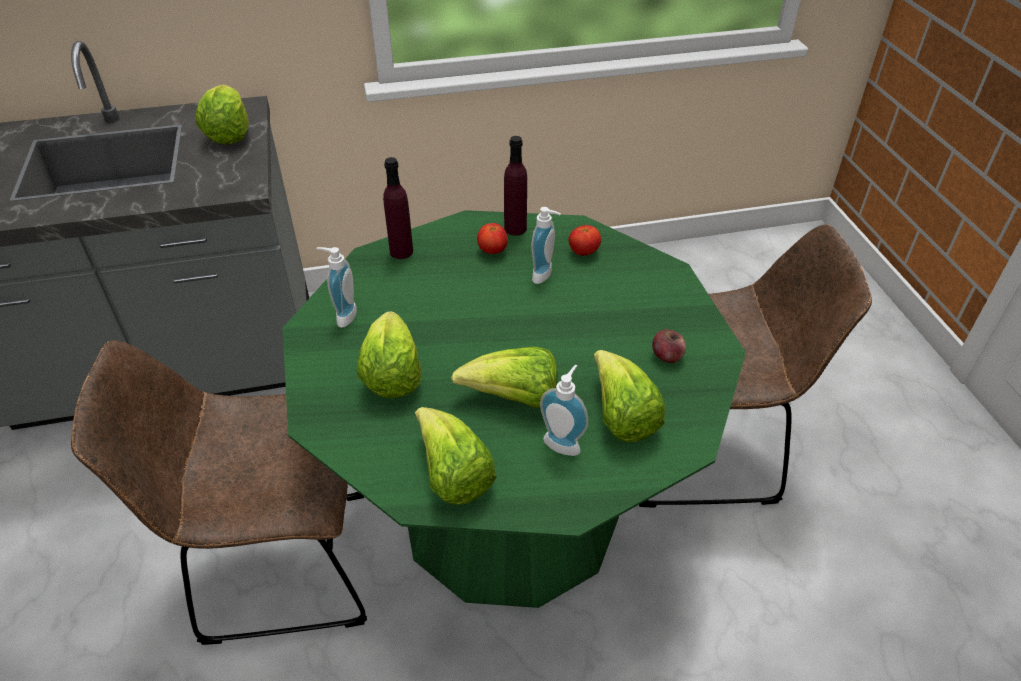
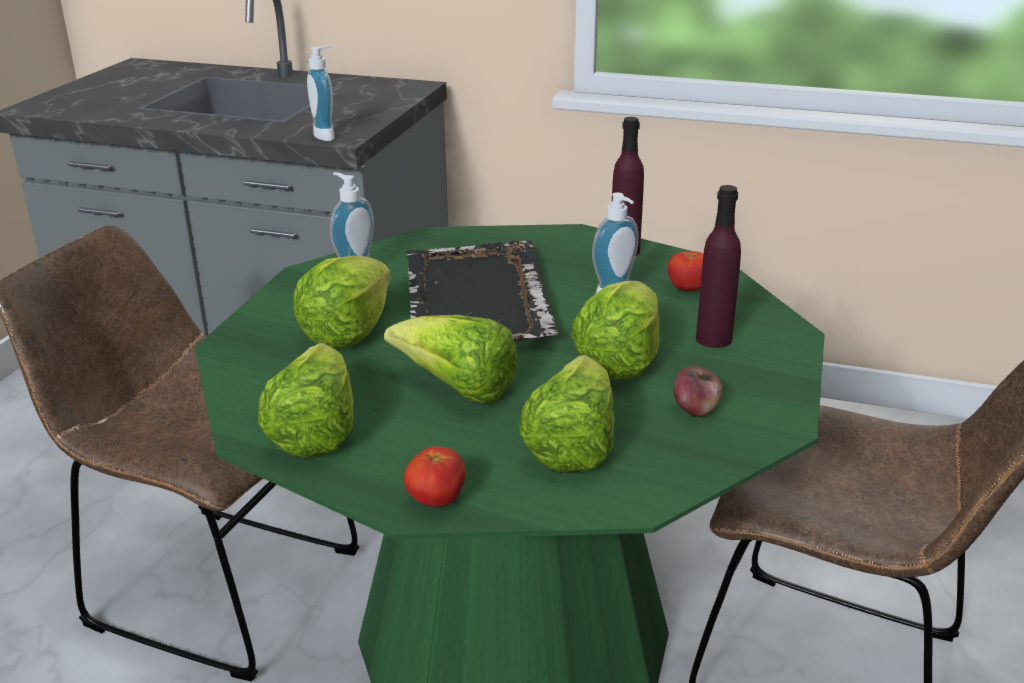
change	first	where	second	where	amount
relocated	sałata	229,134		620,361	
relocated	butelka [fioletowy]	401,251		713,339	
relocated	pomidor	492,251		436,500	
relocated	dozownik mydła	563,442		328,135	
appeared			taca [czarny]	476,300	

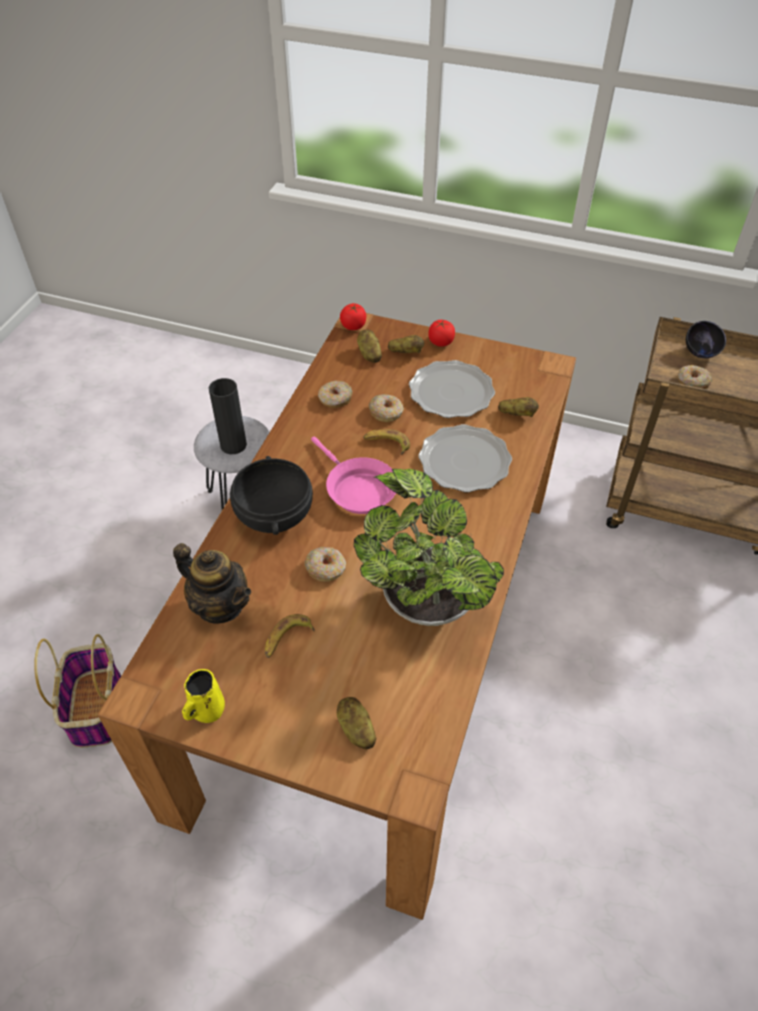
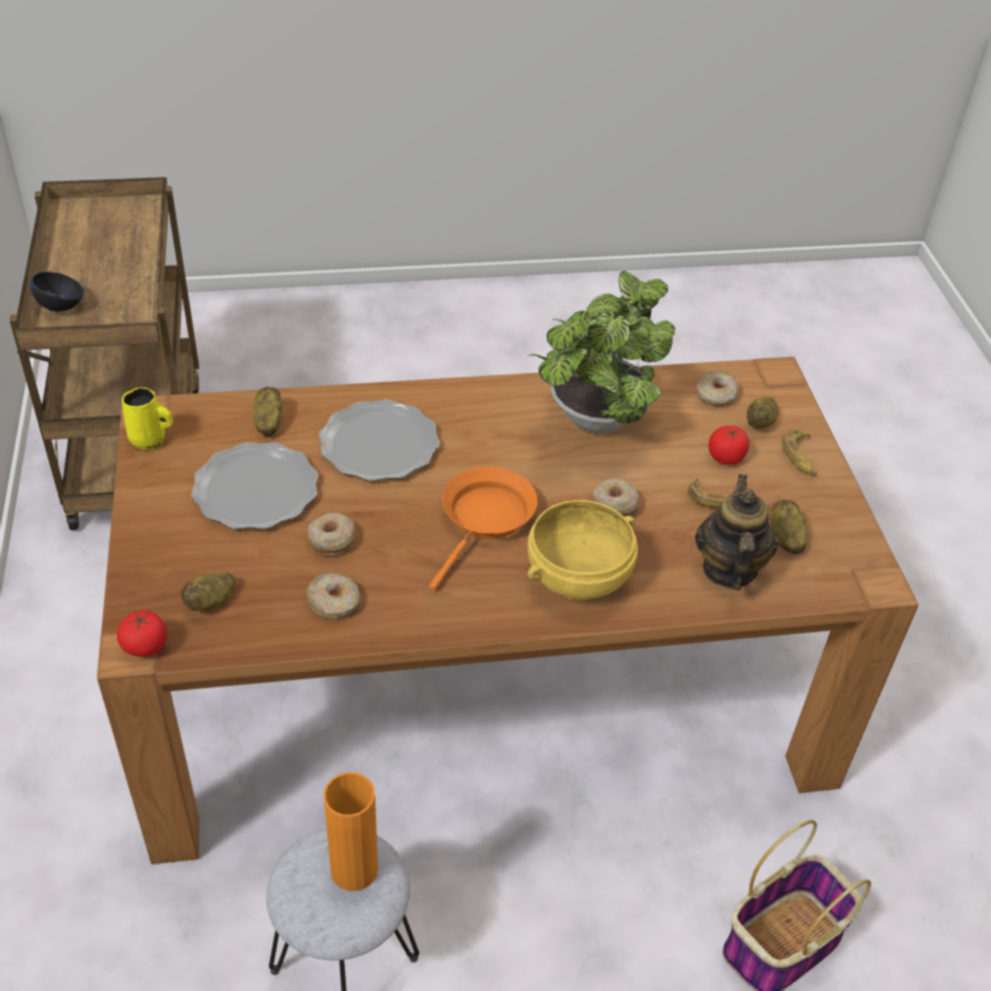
change	first	where	second	where	amount
relocated	kubek [żółty]	206,711		150,440	
colour	wazon [czarny]	233,445	wazon [pomarańczowy]	354,869	
colour	miska [czarny]	273,515	miska [żółty]	579,579	
colour	patelnia [różowy]	357,489	patelnia [pomarańczowy]	485,520	
relocated	banan	386,444		800,458	
relocated	ziemniak	406,352		785,537	
relocated	pomidor	441,342		726,457	
relocated	donut	692,382		716,395	

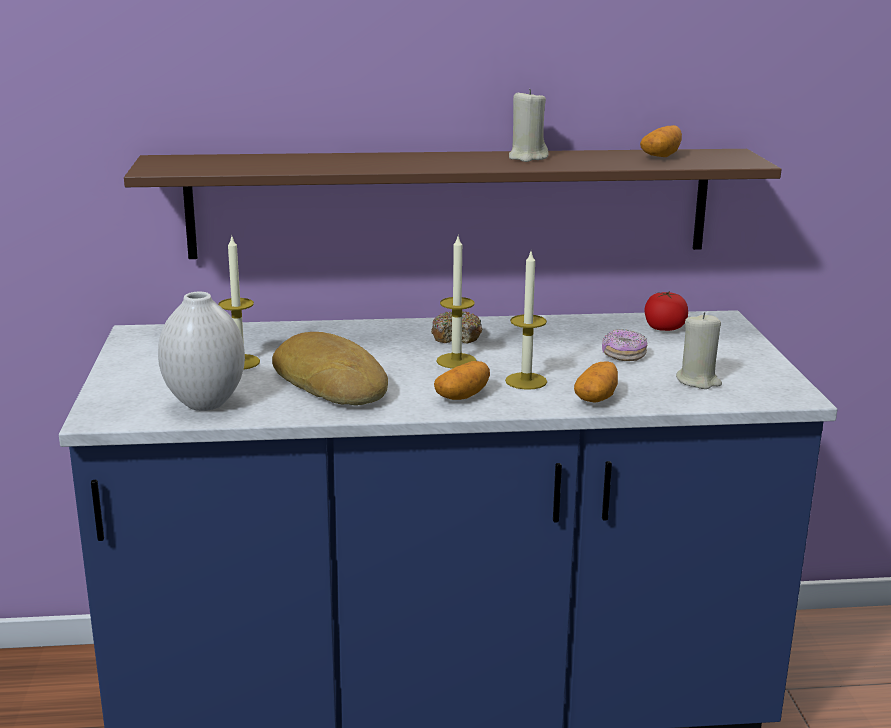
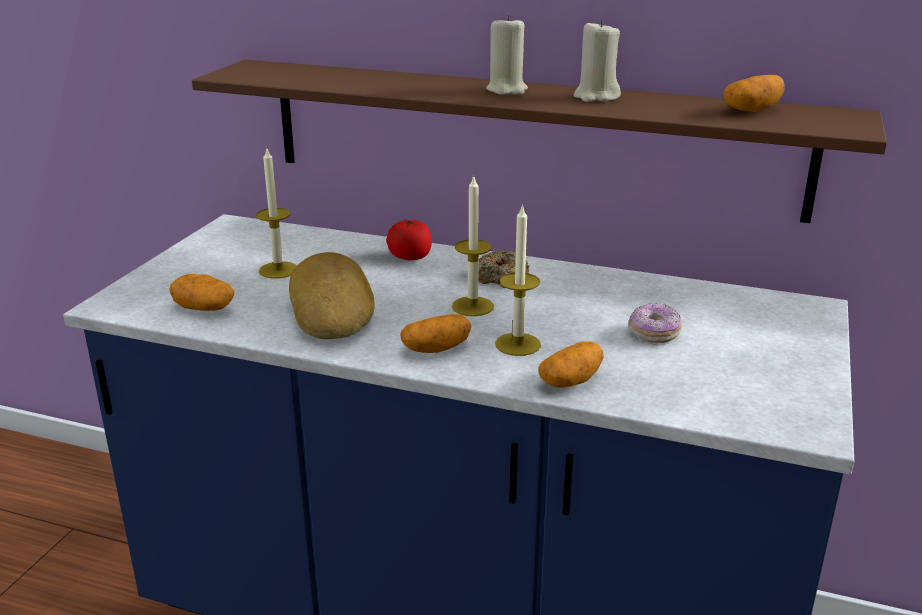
change	first	where	second	where	amount
exchanged	wazon [biały]	206,404	ziemniak	203,308	
relocated	pomidor	664,328		410,257	
relocated	świeca [beżowy]	698,381		507,90	

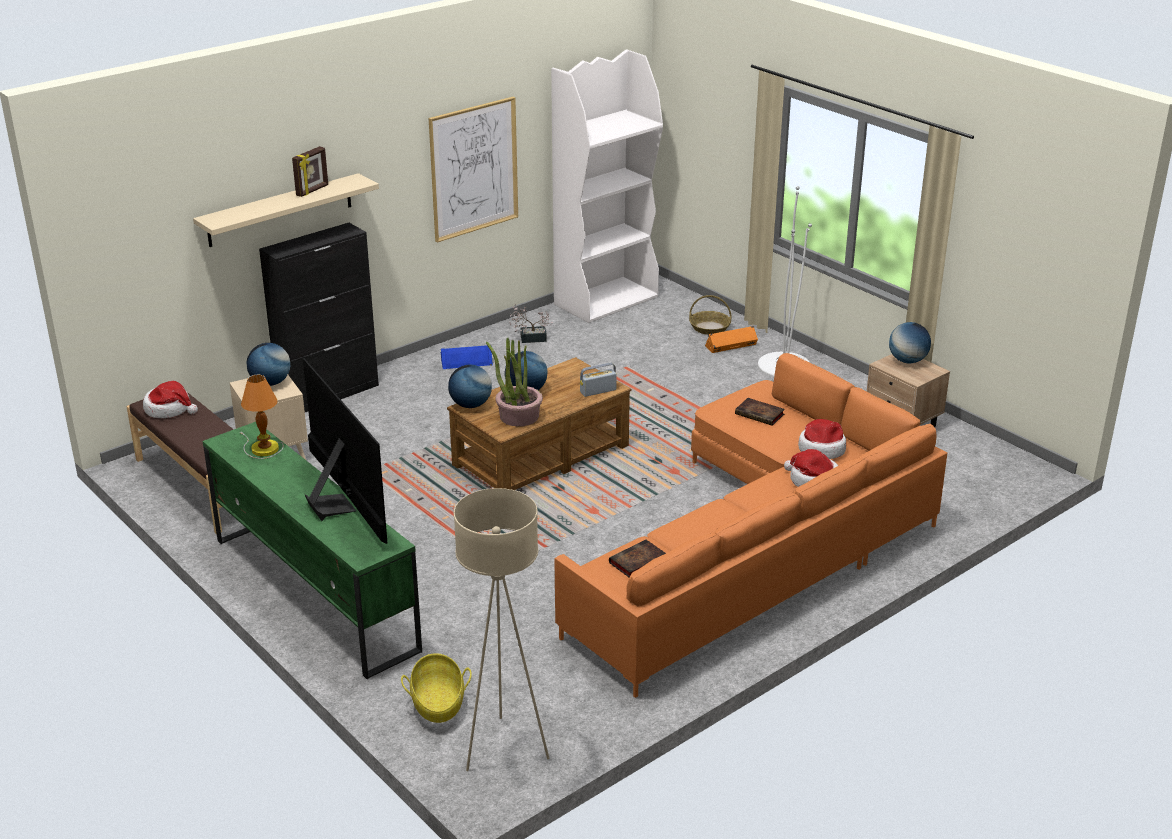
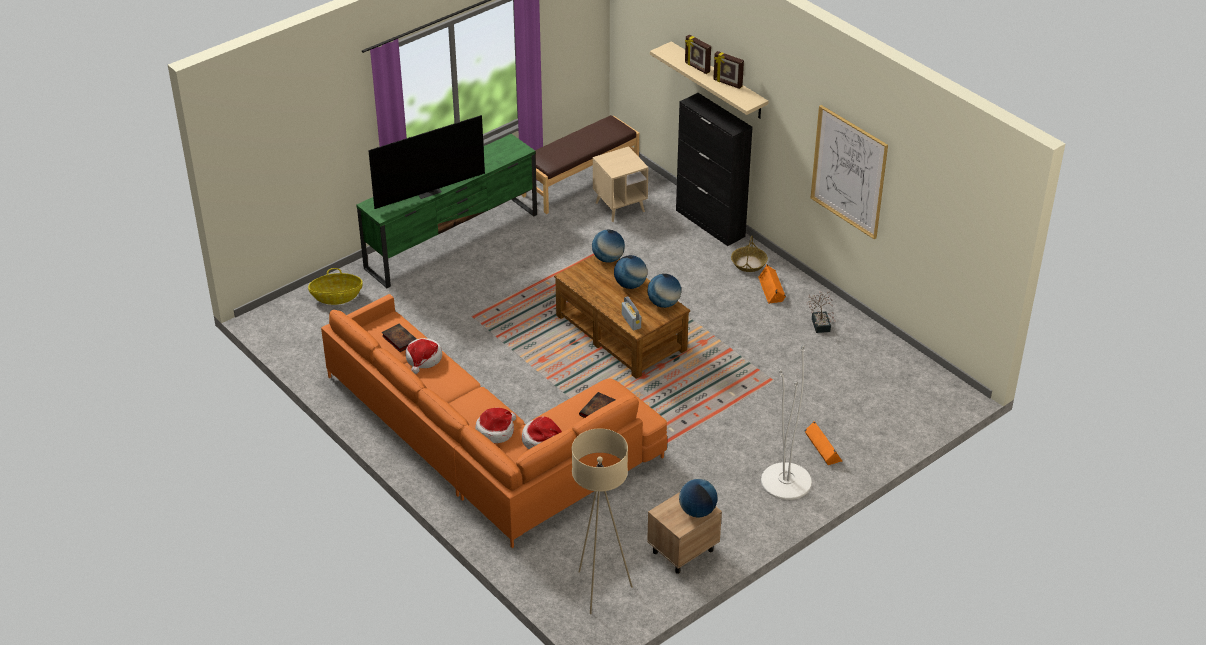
change	first	where	second	where	amount
relocated	kapelusz	169,409		423,359	
missing	lampa stołowa	262,448			
relocated	globus	270,383		664,303	
colour	głośnik [niebieski]	466,362	głośnik [pomarańczowy]	772,289	
relocated	lampa stojąca [beżowy]	504,749		600,590	
missing	roślina doniczkowa	518,416			
missing	regał [biały]	606,300			
relocated	koszyk	710,327		749,263	
appeared			ramka na zdjęcie	696,67	

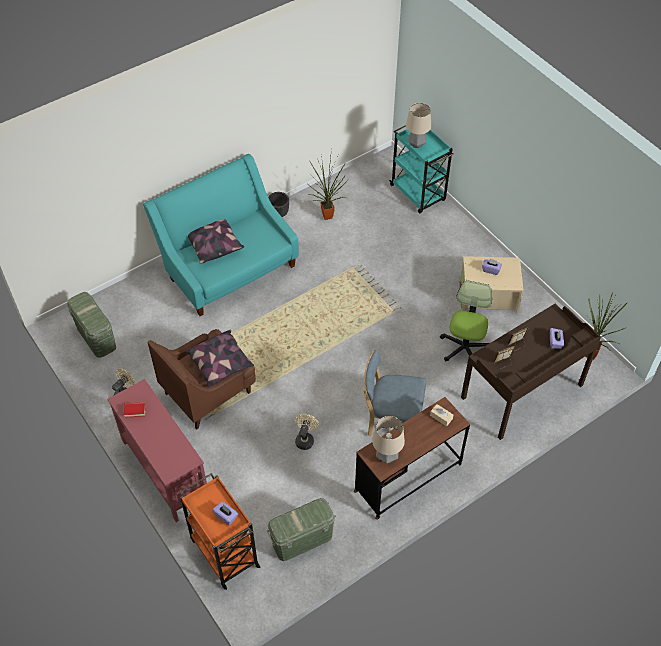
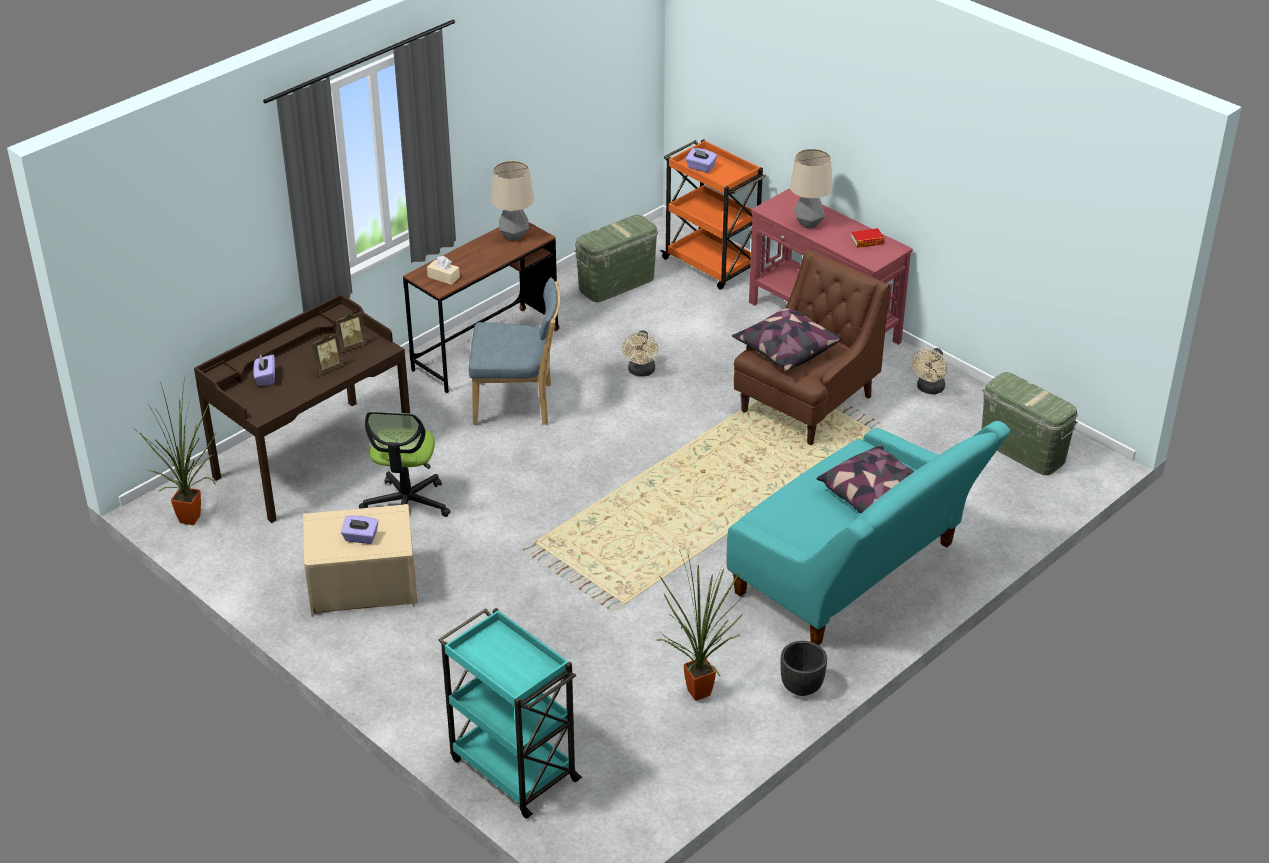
change	first	where	second	where	amount
relocated	lampa stołowa	416,144		809,223	

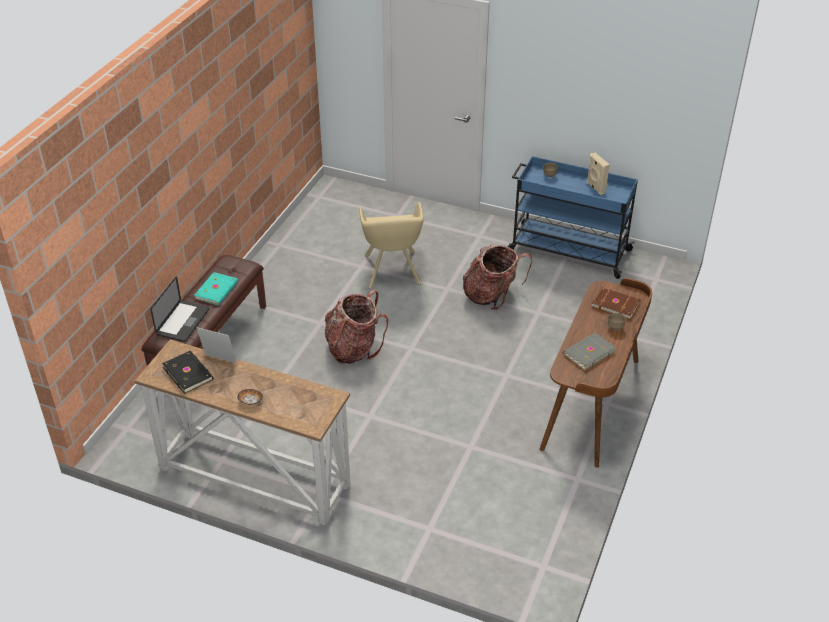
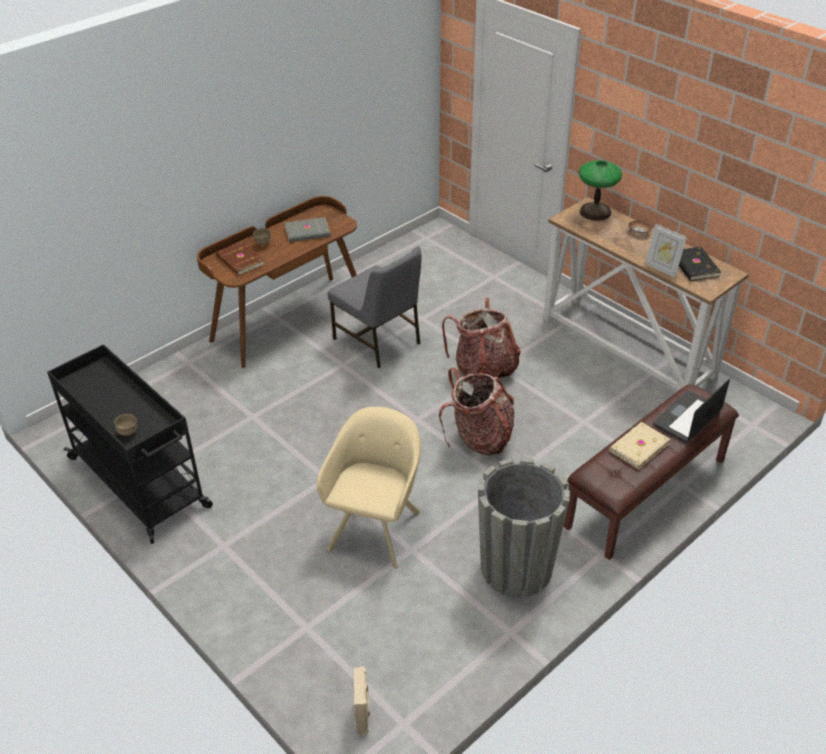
change	first	where	second	where	amount
colour	książka [turkusowy]	217,290	książka [beżowy]	638,447	
relocated	plecak	492,296		483,370	
colour	wózek [niebieski]	567,250	wózek [czarny]	140,483	
relocated	głośnik [beżowy]	595,188		363,716	
appeared			krzesło [szary]	378,341	
appeared			donica [szary]	516,568	
appeared			lampa stołowa	595,212	

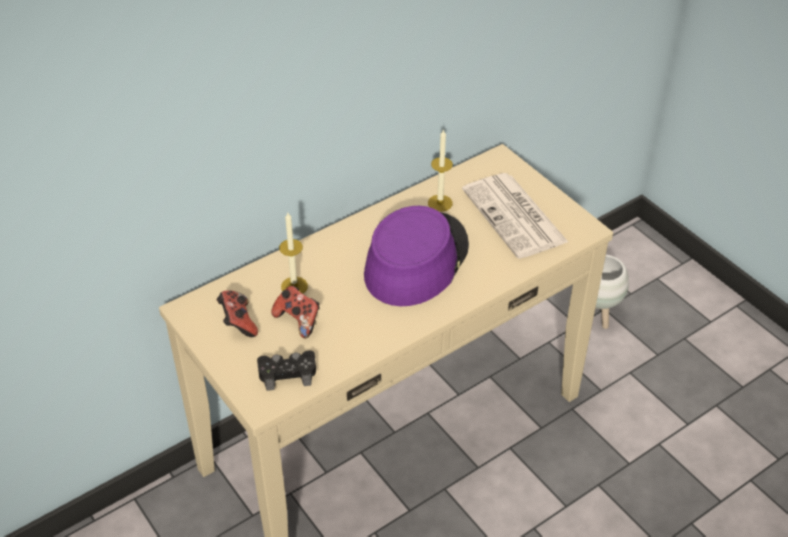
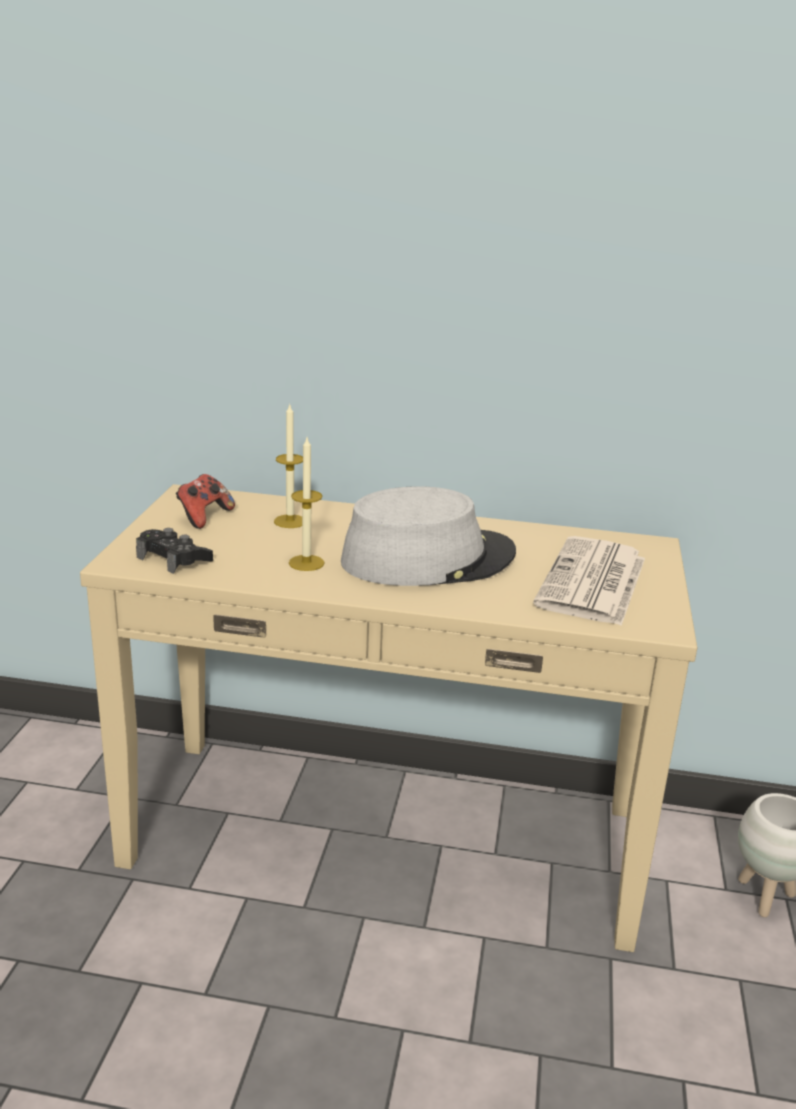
change	first	where	second	where	amount
missing	pad do gier	298,320			
colour	kapelusz [fioletowy]	416,260	kapelusz [szary]	428,558	
relocated	świeca	440,203		306,563	

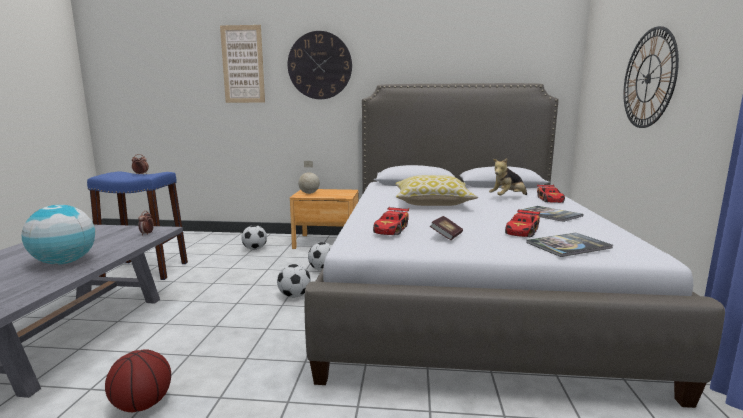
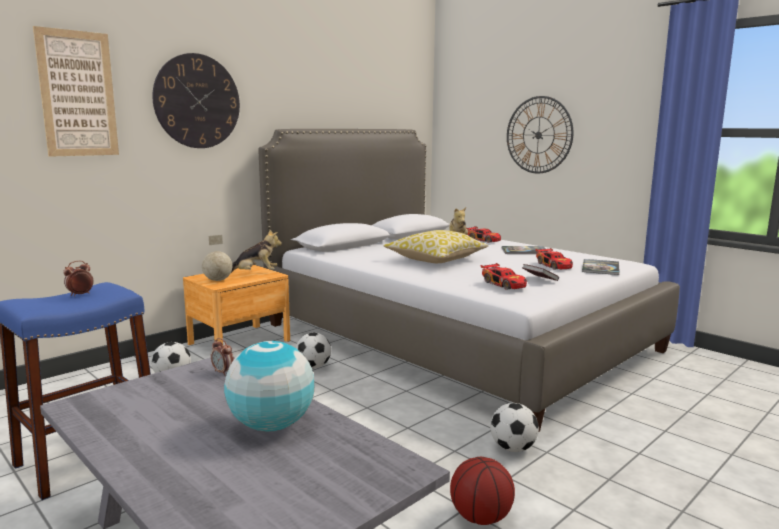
change	first	where	second	where	amount
relocated	piłka futbolowa	294,296		512,448	
appeared			pluszak	255,274	

